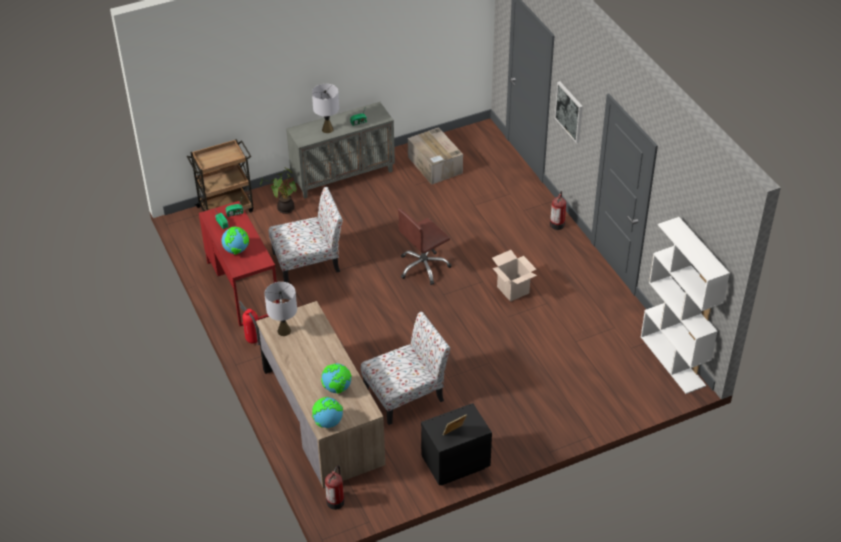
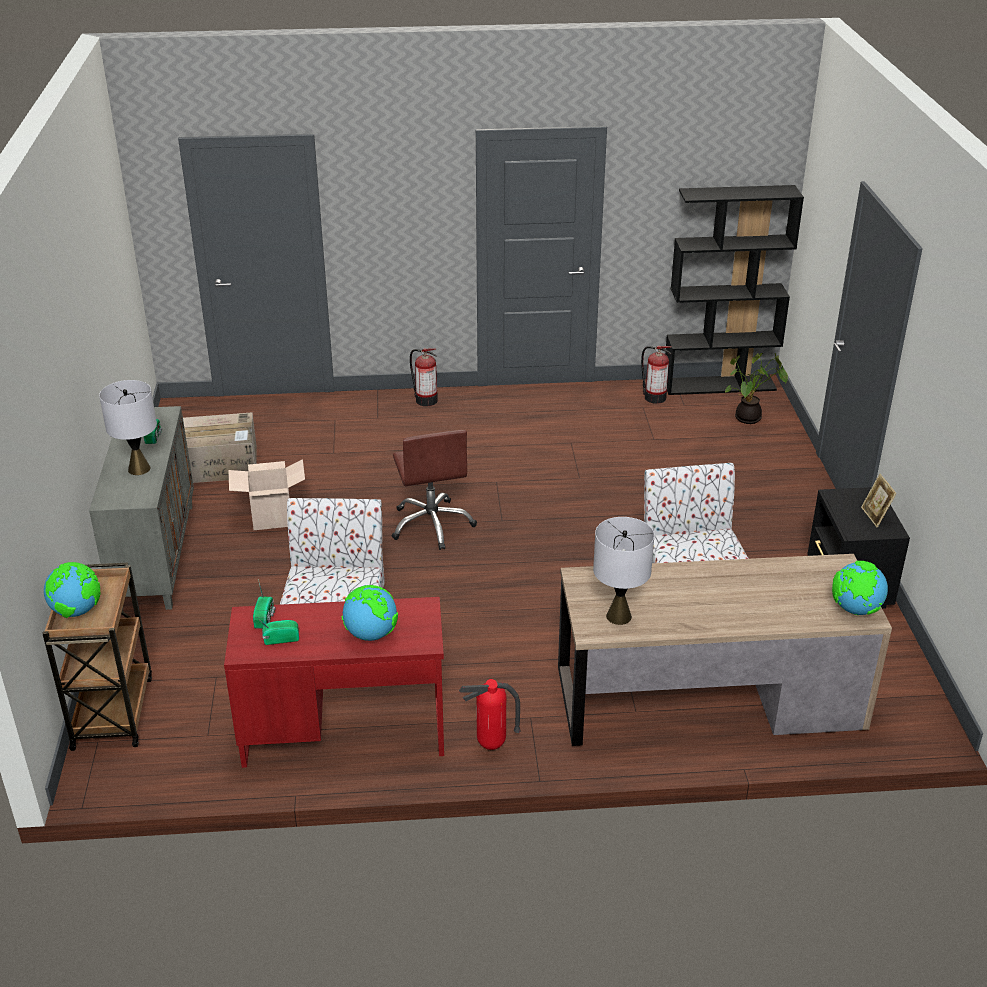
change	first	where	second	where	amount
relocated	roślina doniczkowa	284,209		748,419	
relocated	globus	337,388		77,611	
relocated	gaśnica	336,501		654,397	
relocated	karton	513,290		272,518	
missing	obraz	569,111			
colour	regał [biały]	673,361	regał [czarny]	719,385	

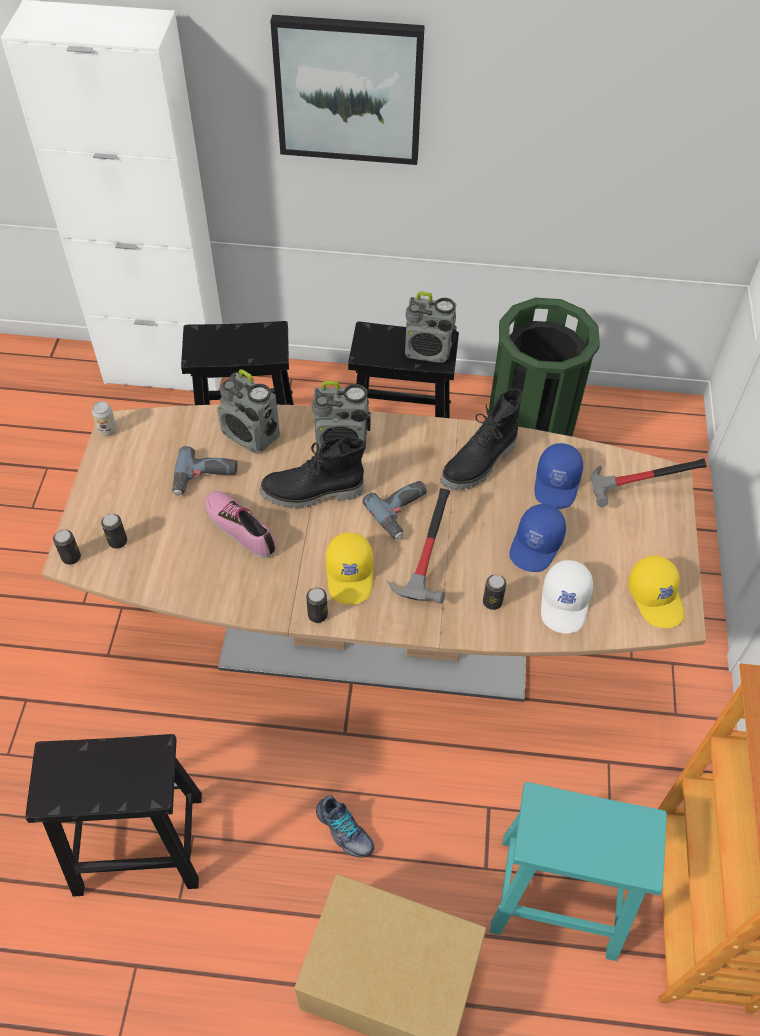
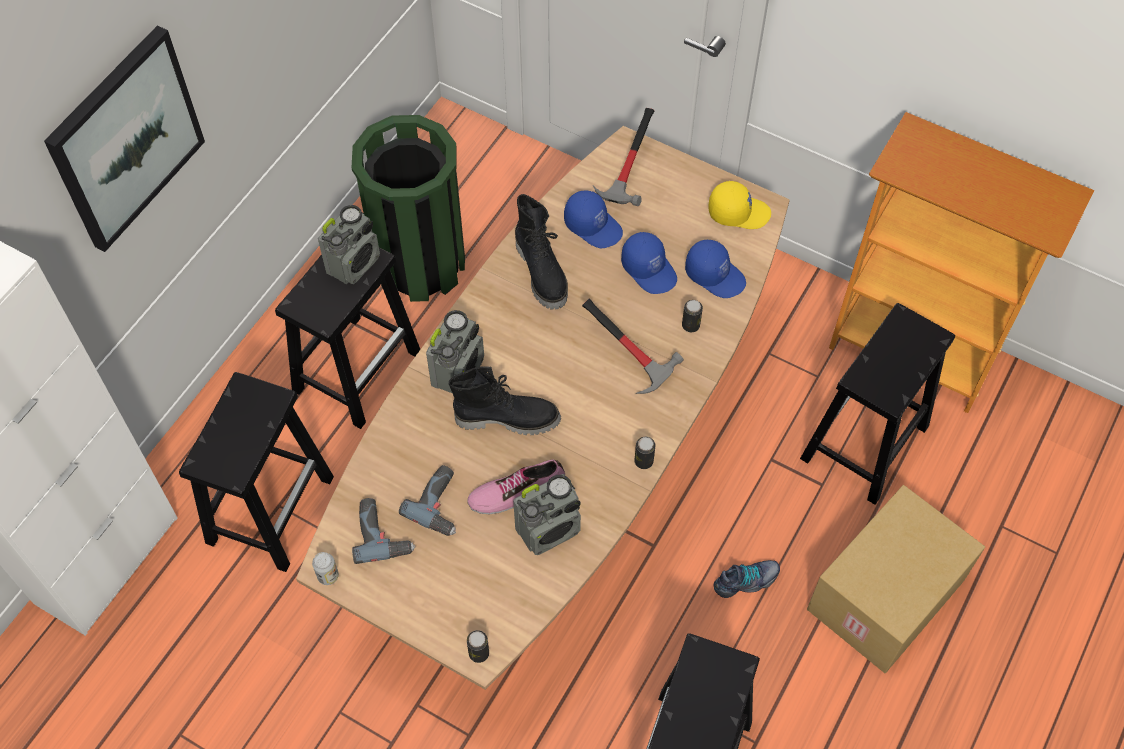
change	first	where	second	where	amount
missing	puszka	118,541			
relocated	radio	251,435		549,530	
spun	but z cholewką [czarny]	312,493		507,418	105 degrees counterclockwise
missing	czapka z daszkiem [żółty]	351,575			
relocated	wiertarka	403,512		383,532	
colour	stołek [turkusowy]	555,896	stołek [czarny]	864,444	
colour	czapka z daszkiem [biały]	565,603	czapka z daszkiem [niebieski]	715,275	

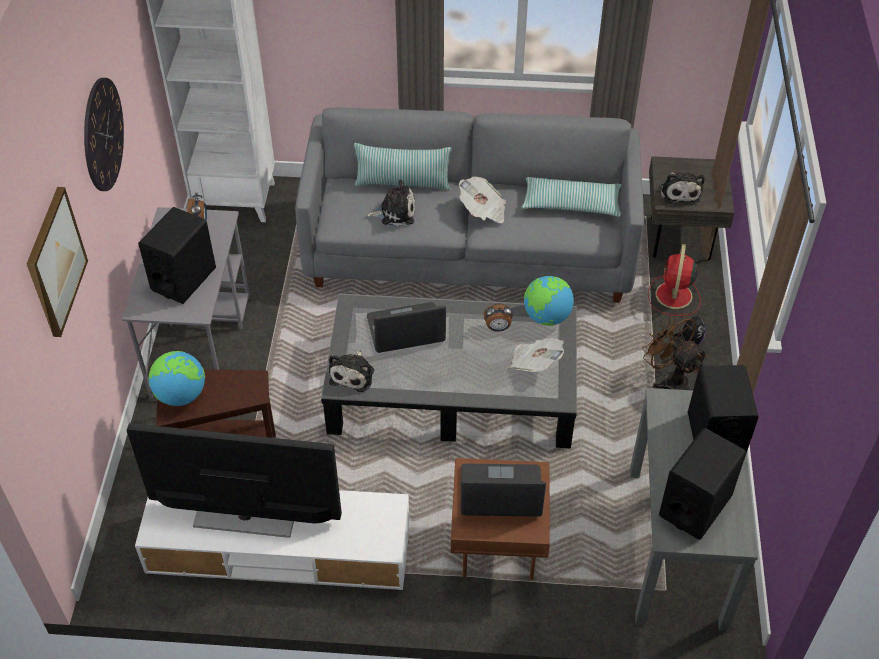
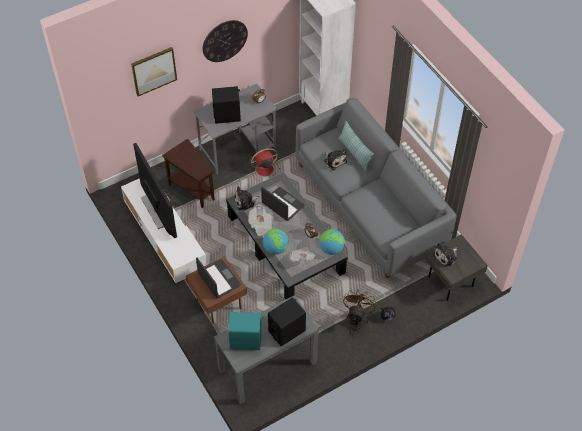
change	first	where	second	where	amount
relocated	globus	181,395		275,248	
relocated	gazeta	483,210		261,224	
missing	poduszka	571,204			
relocated	wentylator [czerwony]	673,296		263,170	
colour	głośnik [czarny]	695,505	głośnik [turkusowy]	246,340	

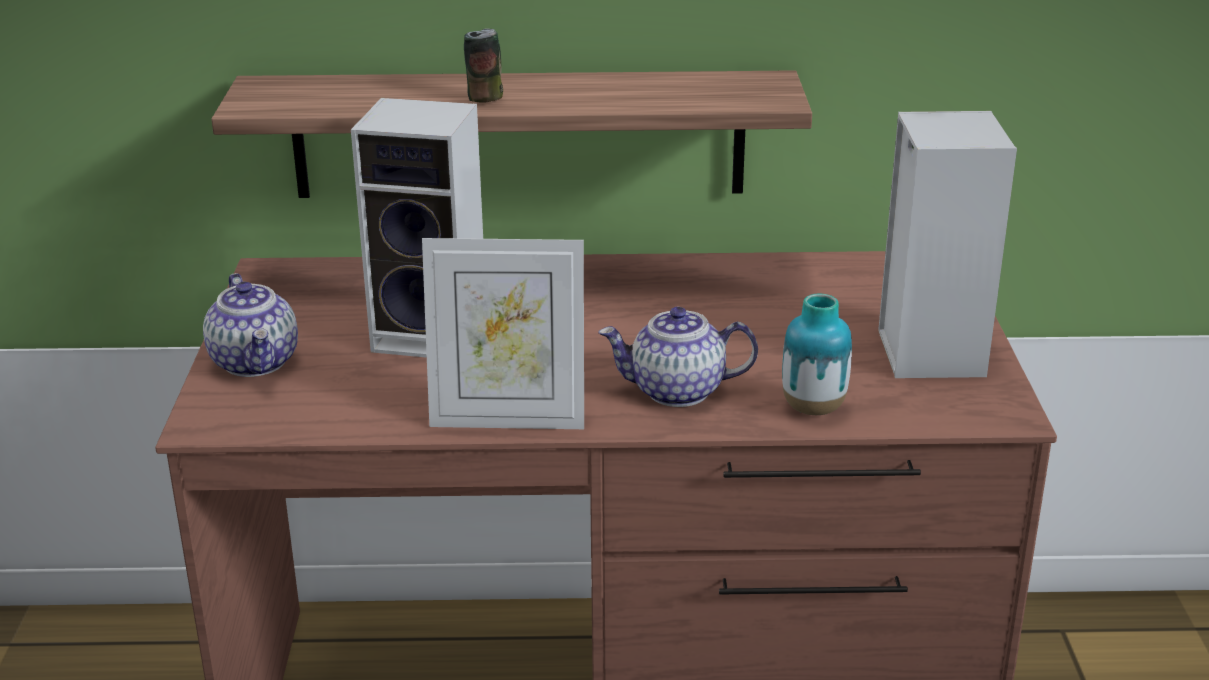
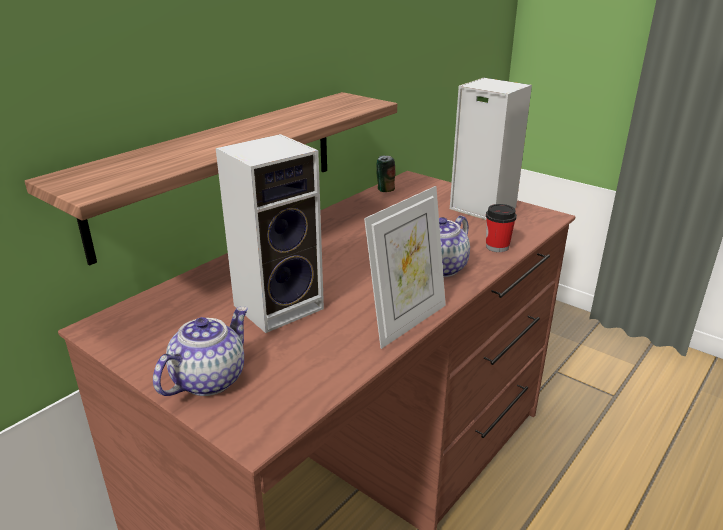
change	first	where	second	where	amount
spun	imbryk	256,362		208,379	75 degrees counterclockwise
relocated	puszka	485,98		385,189	
exchanged	wazon	813,408	filiżanka	497,247	

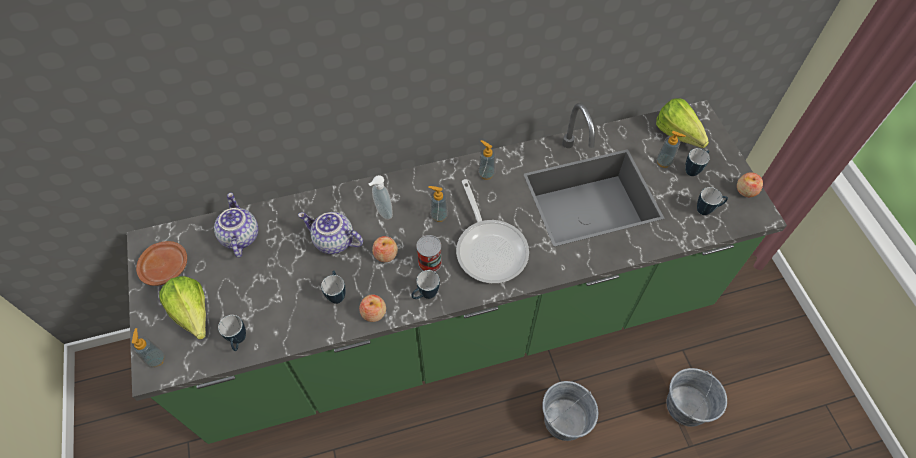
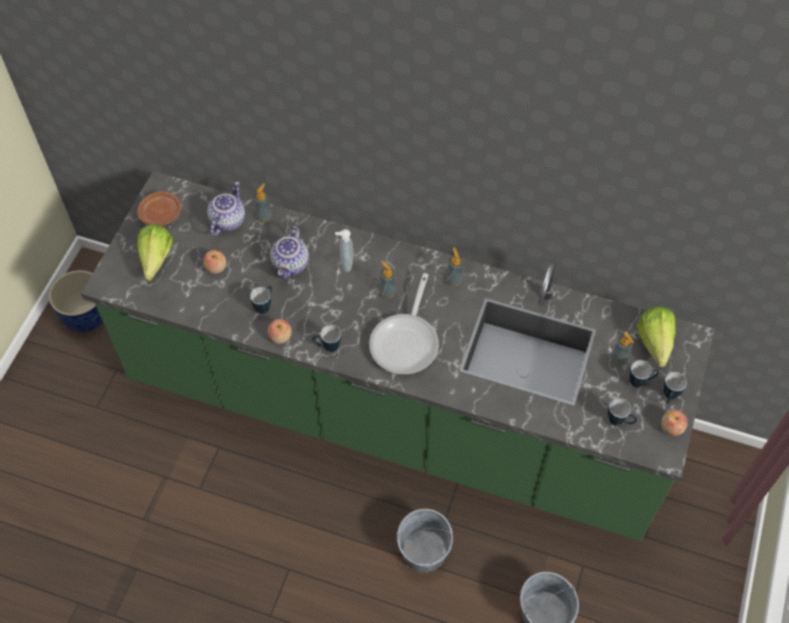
change	first	where	second	where	amount
relocated	dozownik mydła	156,359		264,216	
relocated	kubek	238,341		669,397	
spun	imbryk	333,242		291,265	135 degrees counterclockwise
relocated	jabłko	385,254		216,267	
missing	puszka	430,262			
appeared			donica	88,317	

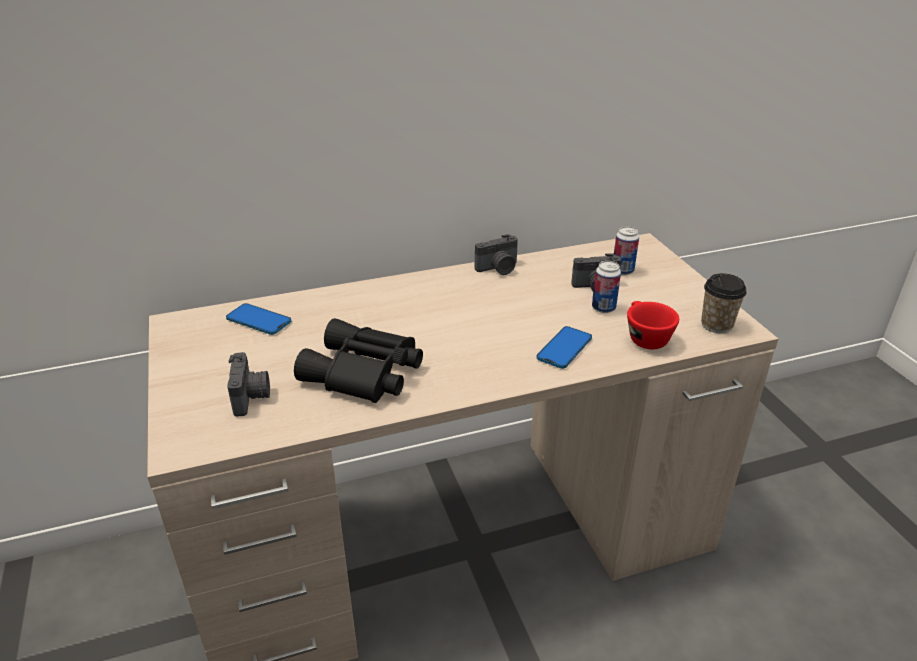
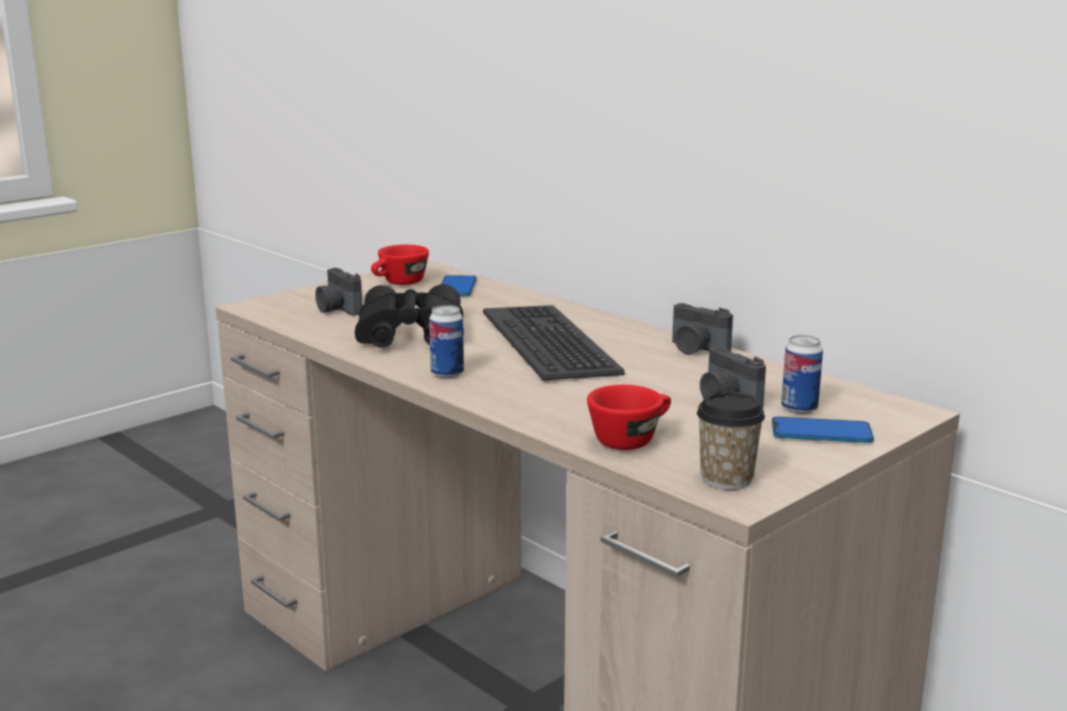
change	first	where	second	where	amount
spun	aparat fotograficzny	251,397		337,309	90 degrees clockwise
relocated	telefon	564,348		821,433	
relocated	puszka	603,308		447,374	
appeared			filiżanka [czerwony]	399,283	
appeared			klawiatura	550,343	

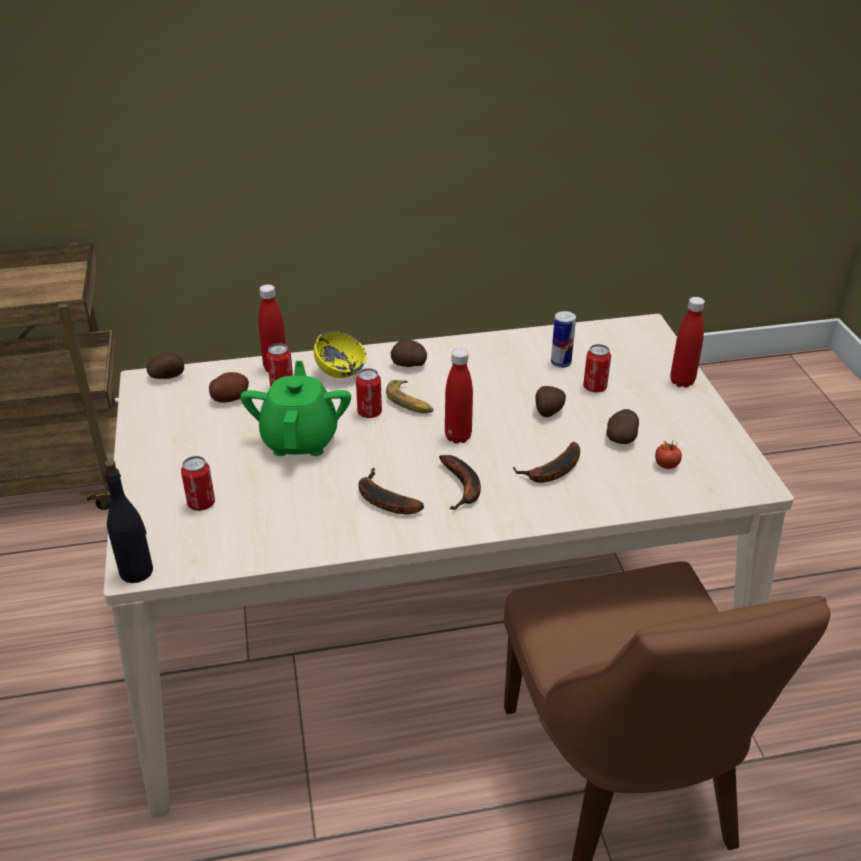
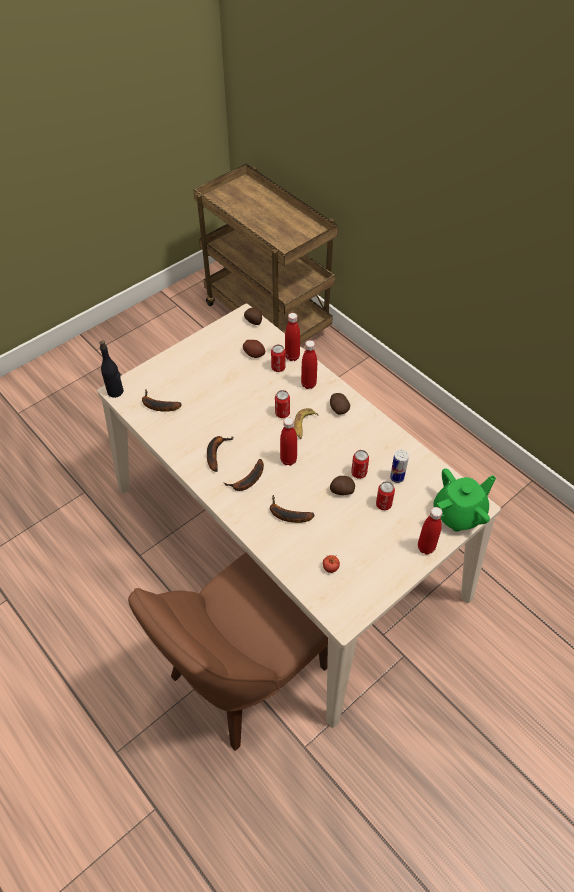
change	first	where	second	where	amount
relocated	puszka	201,503		359,473	
relocated	imbryk [zielony]	300,440		459,514	
exchanged	miska [żółty]	341,373	butelka [czerwony]	308,384	
missing	ziemniak	622,438			
appeared			banan	157,406	

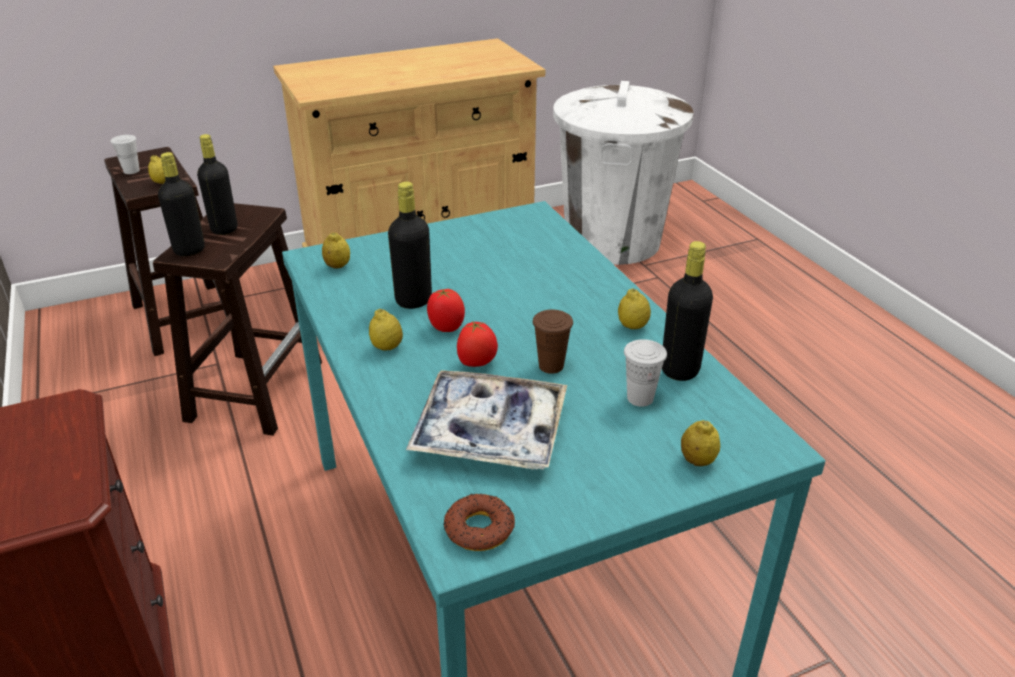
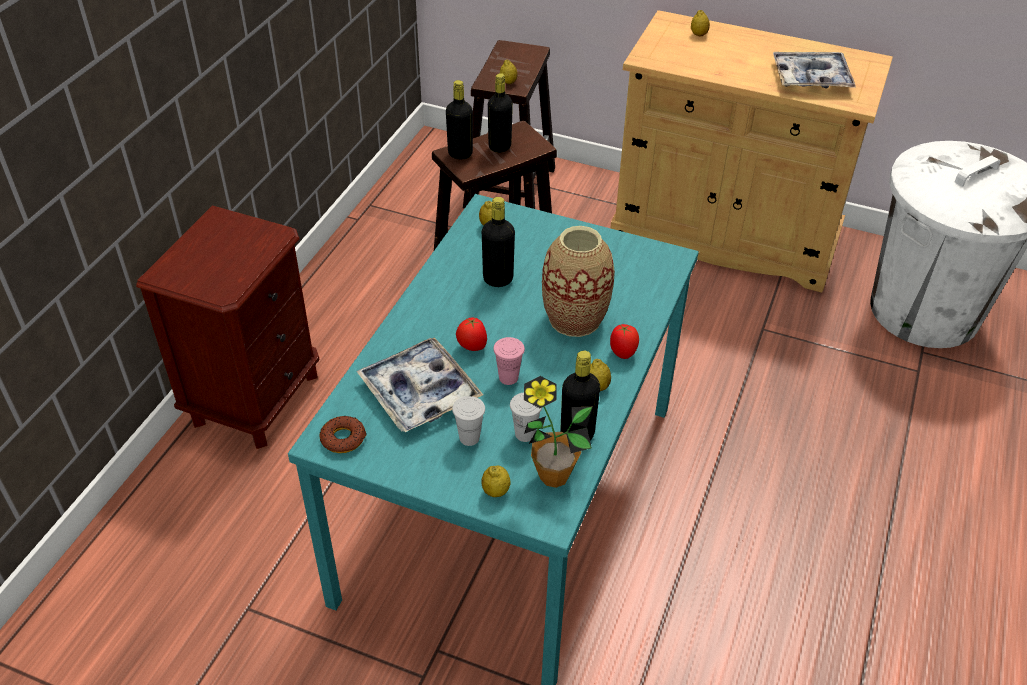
change	first	where	second	where	amount
relocated	filiżanka [biały]	131,171		469,438	
relocated	cytryna	387,347		698,34	
relocated	pomidor	446,327		623,353	
colour	filiżanka [brązowy]	551,366	filiżanka [różowy]	508,378	
appeared			roślina doniczkowa	553,475	
appeared			wazon	574,318	
appeared			taca	811,78	

